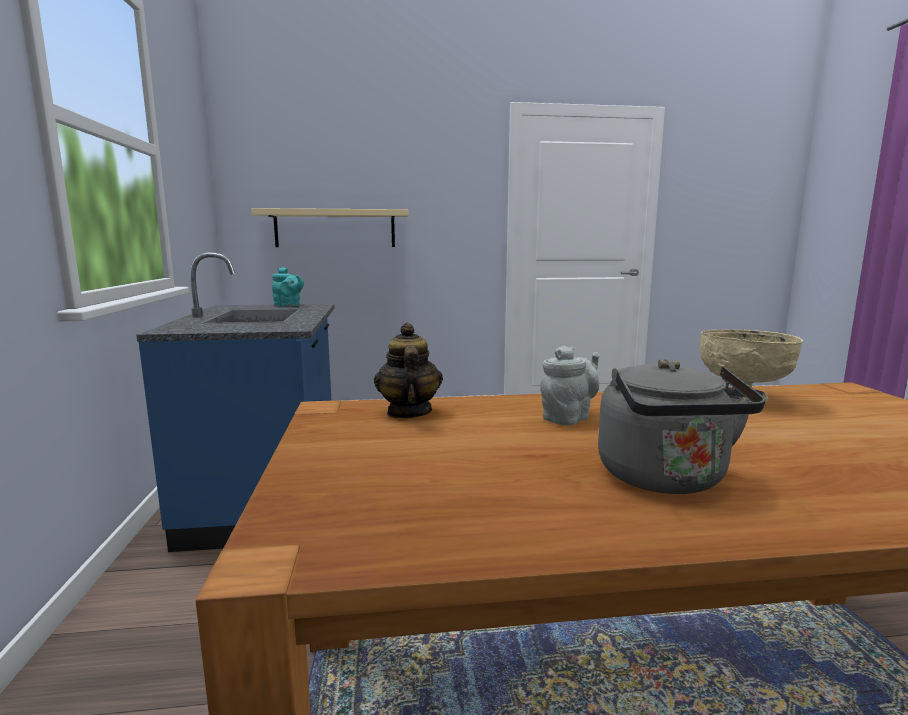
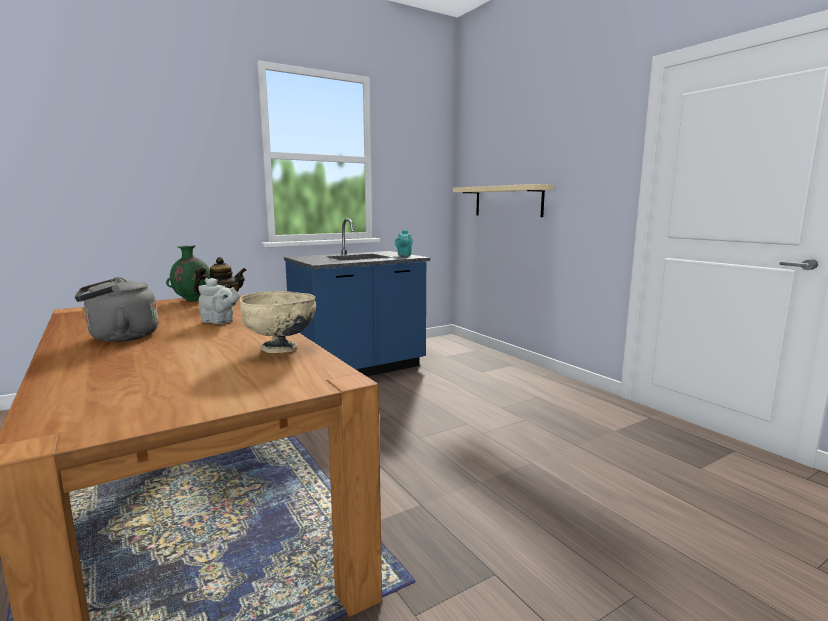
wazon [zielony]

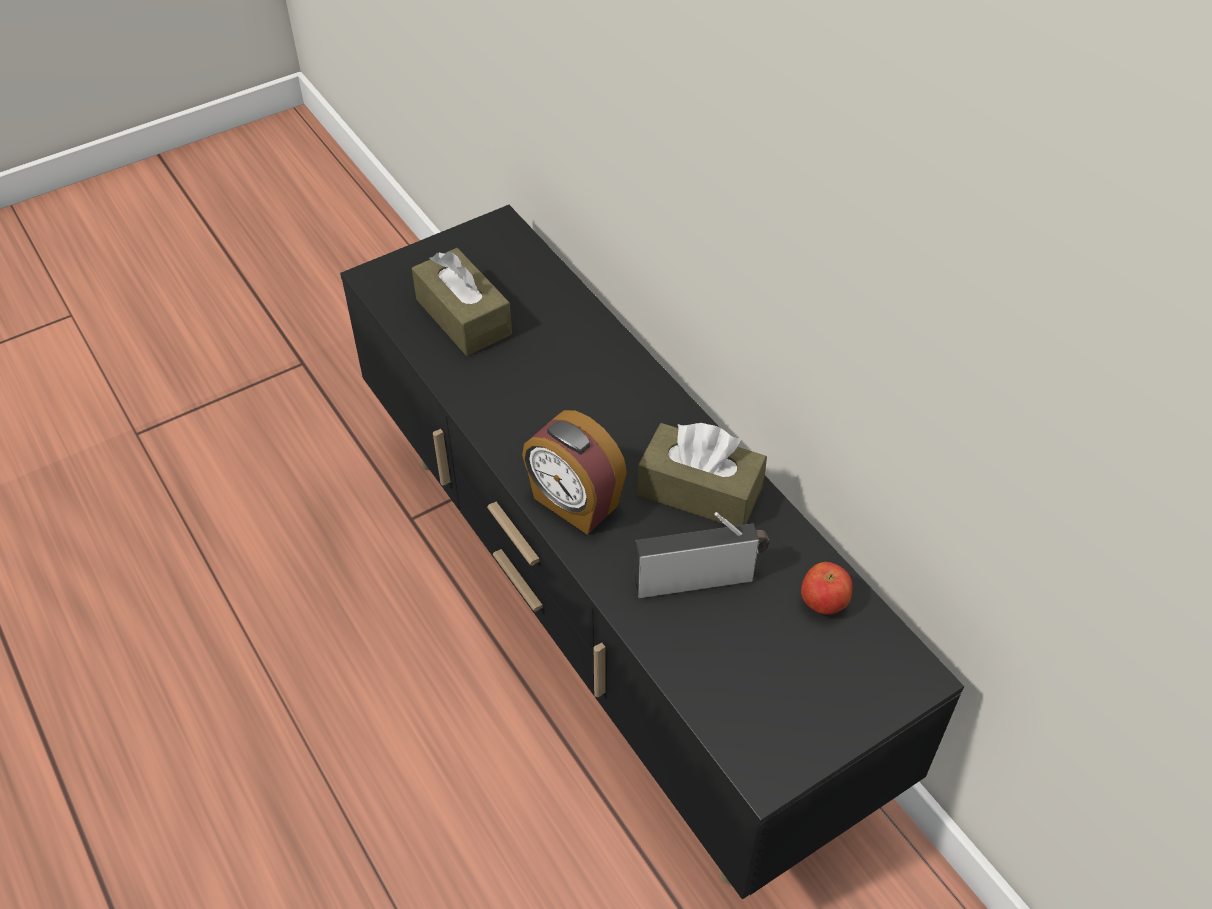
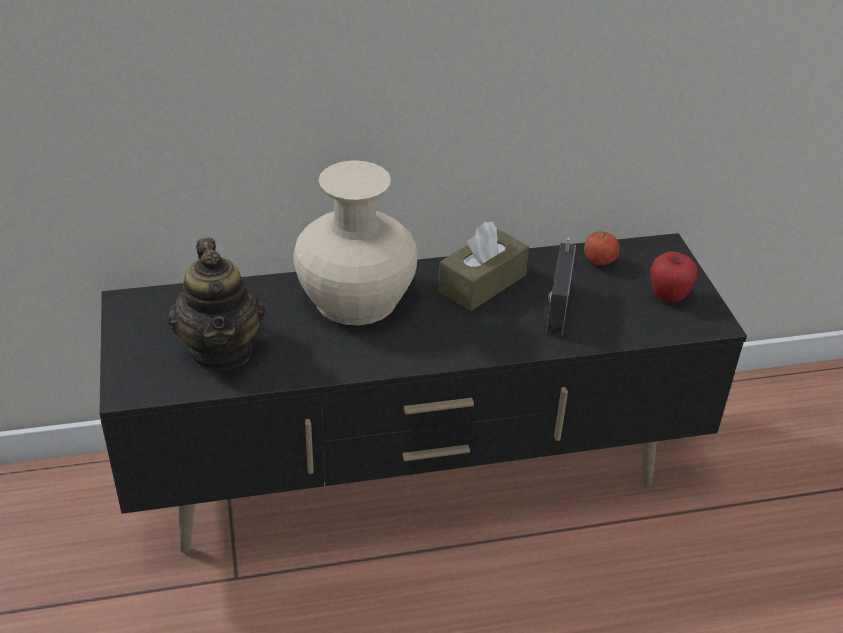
imbryk; budzik; wazon [beżowy]; jabłko (2nd from left)

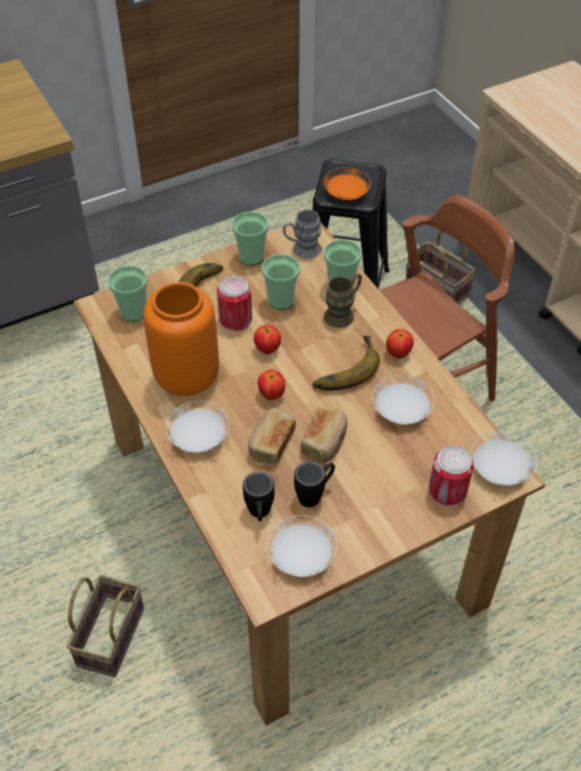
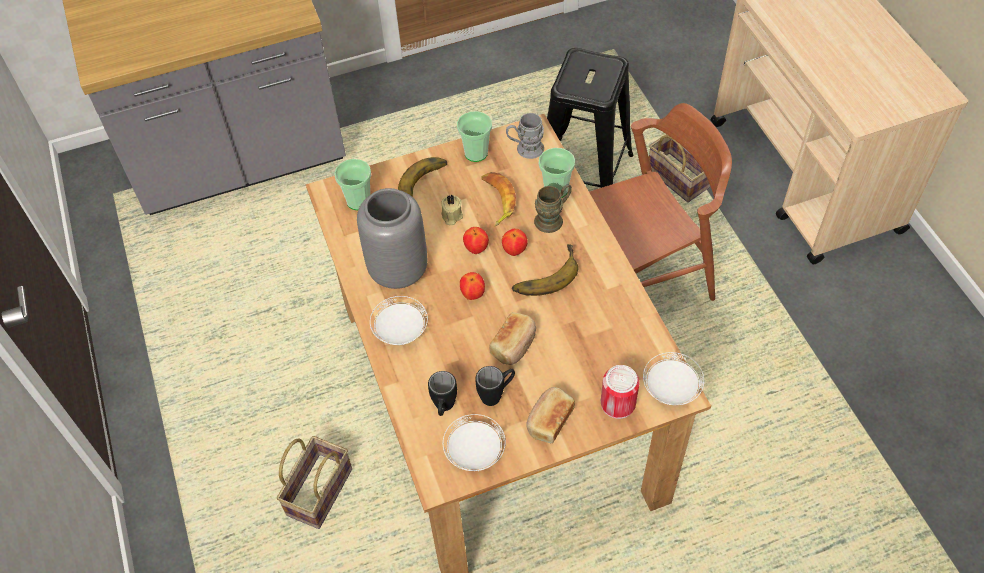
wazon [szary]; świeca [beżowy]; chleb (2nd from left); banan (2nd from left); talerz [pomarańczowy]; talerz [biały] (3rd from left in the first image); jabłko (3rd from left)

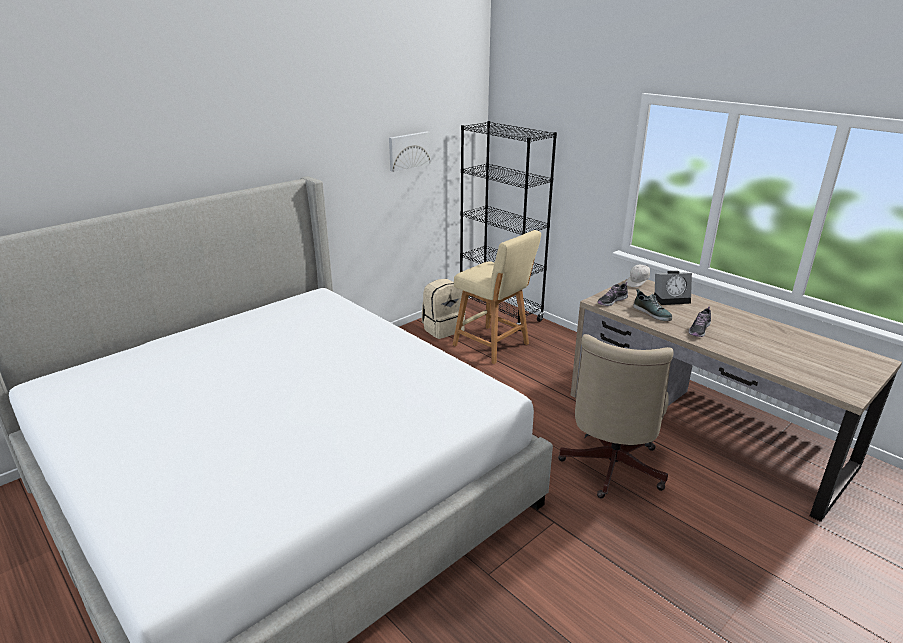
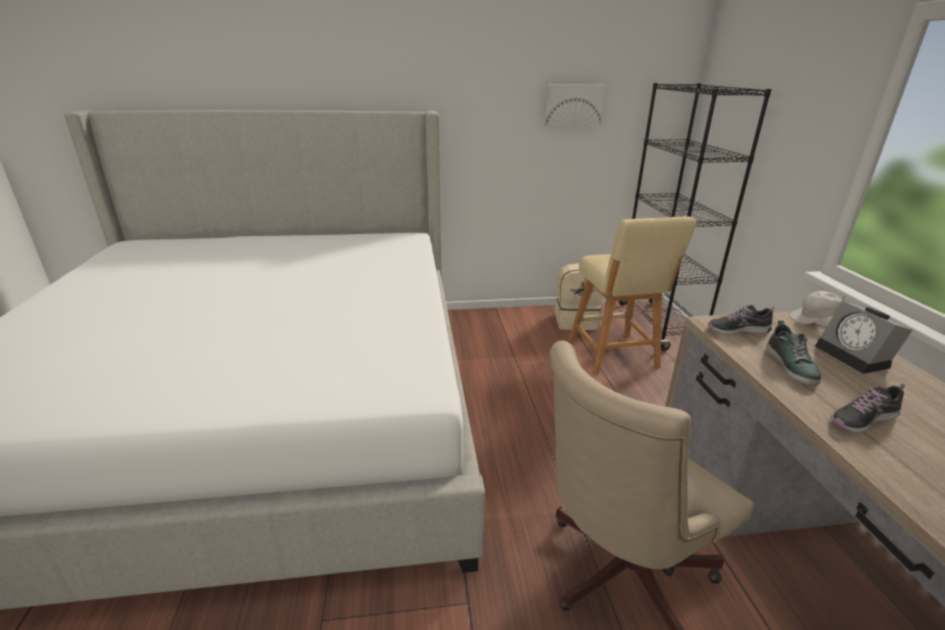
budzik

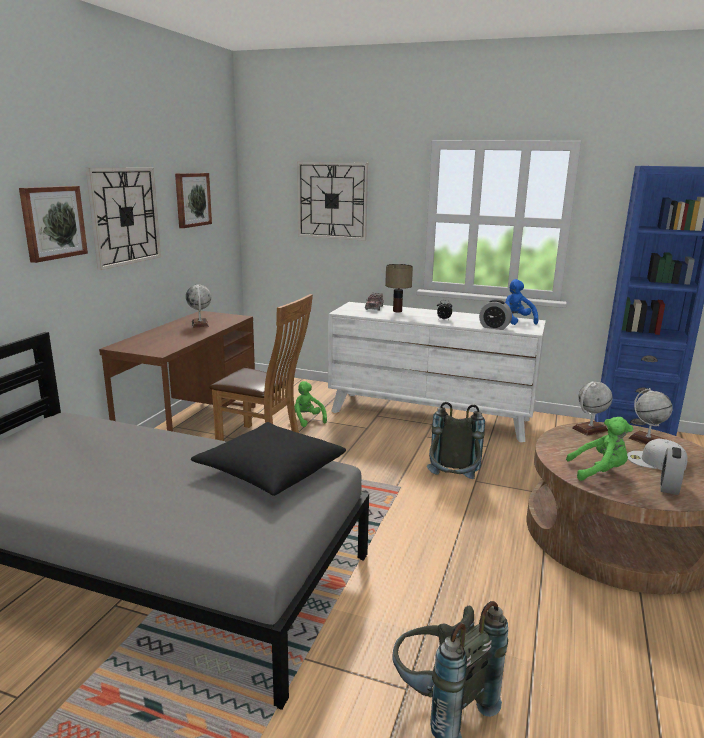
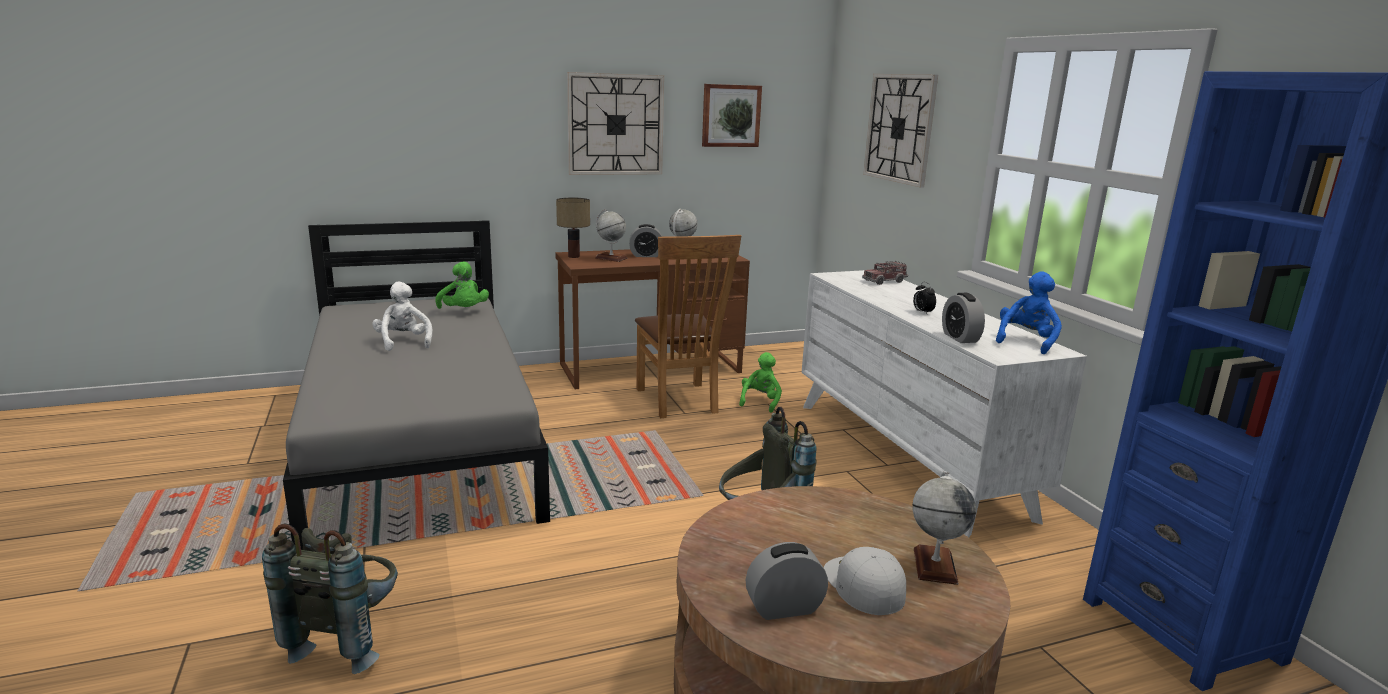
obraz (1st from left in the first image); poduszka [czarny]; lampa stołowa; pluszak [zielony] (1st from left); globus (1st from left); pluszak [biały]; budzik (1st from left)

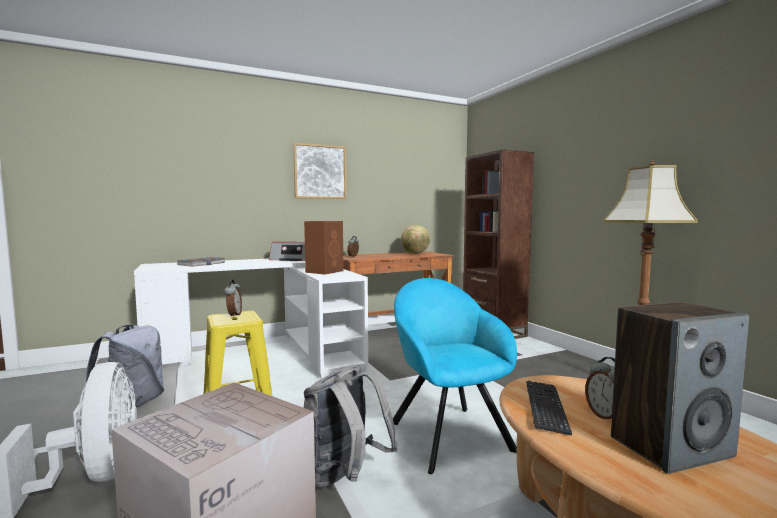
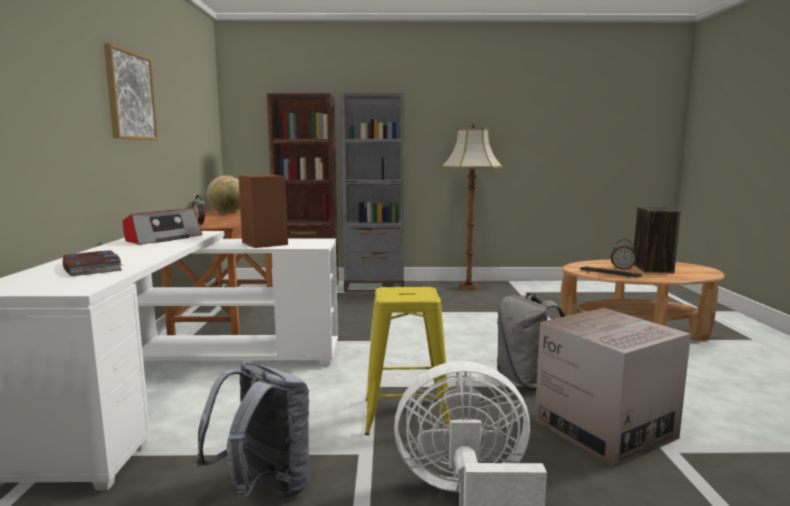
budzik (1st from left in the first image); fotel [turkusowy]; regał [szary]

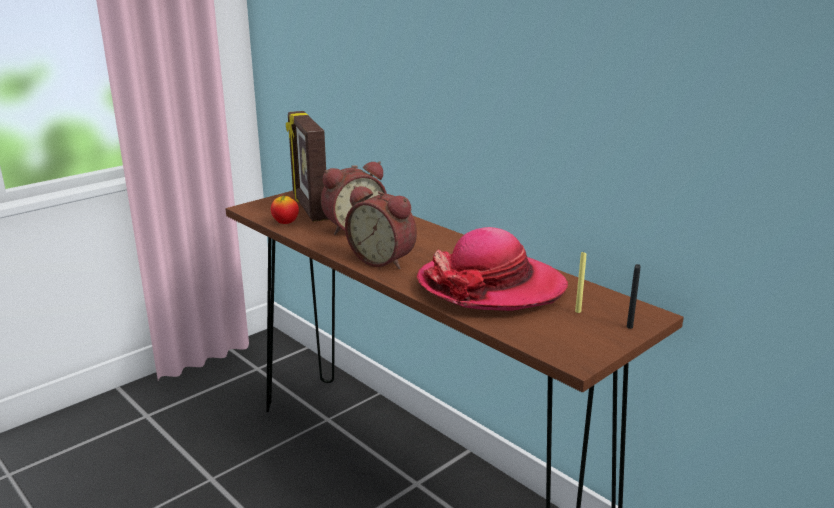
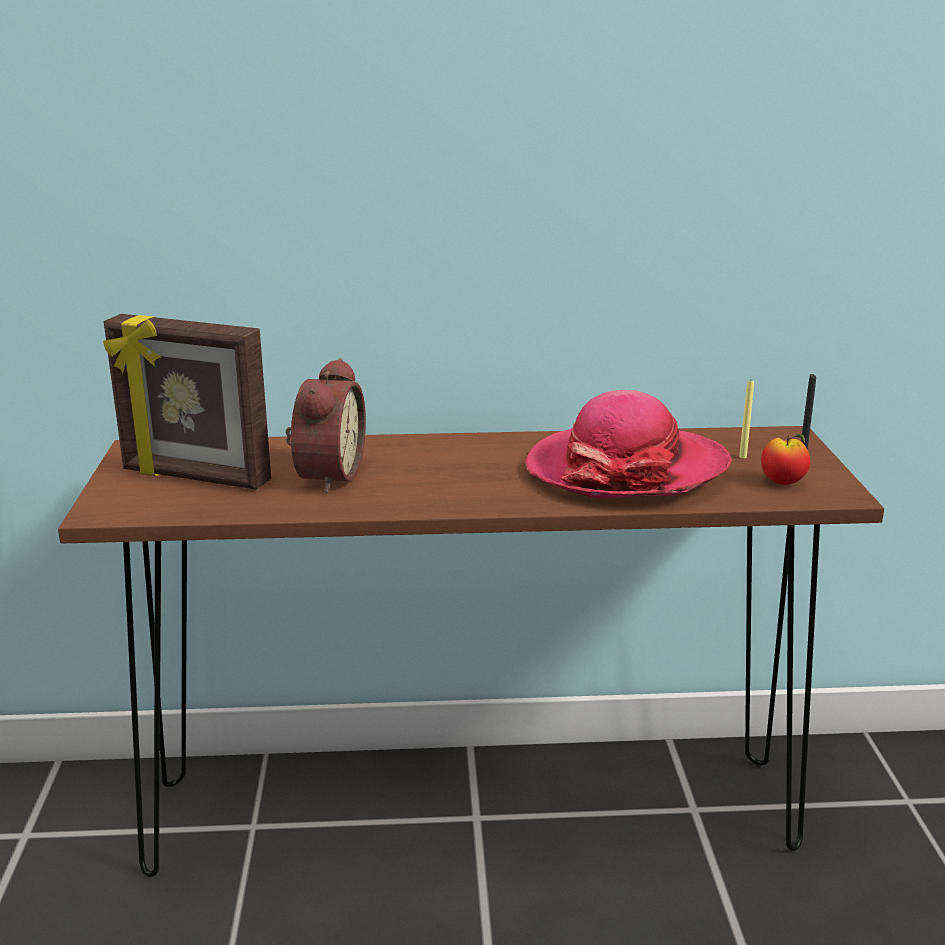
jabłko; budzik (2nd from left in the first image)

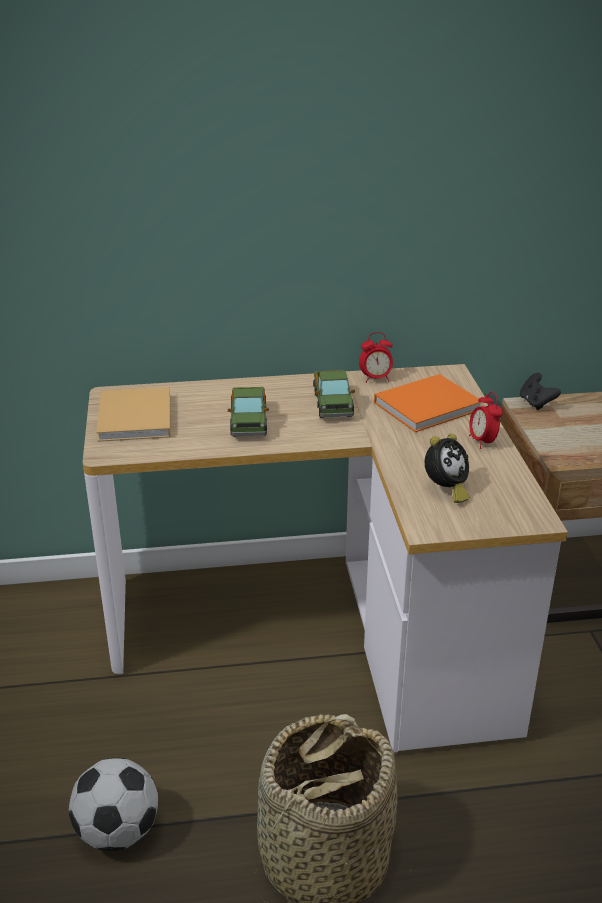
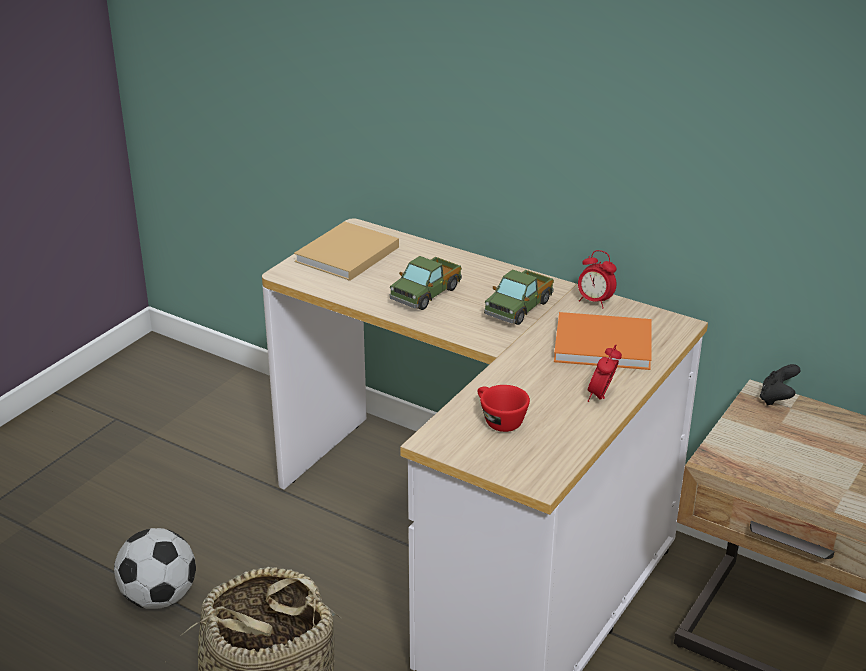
filiżanka [czerwony]

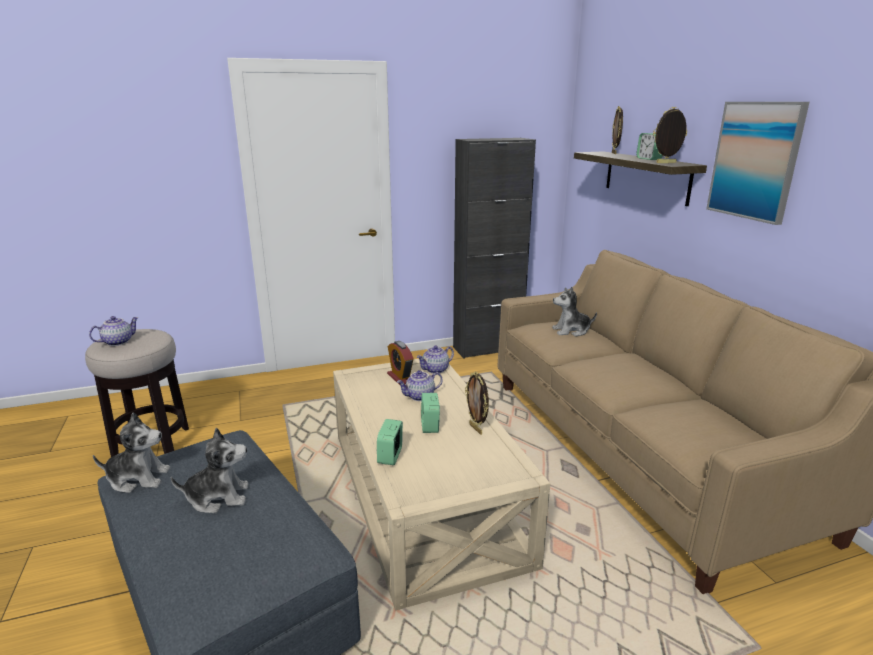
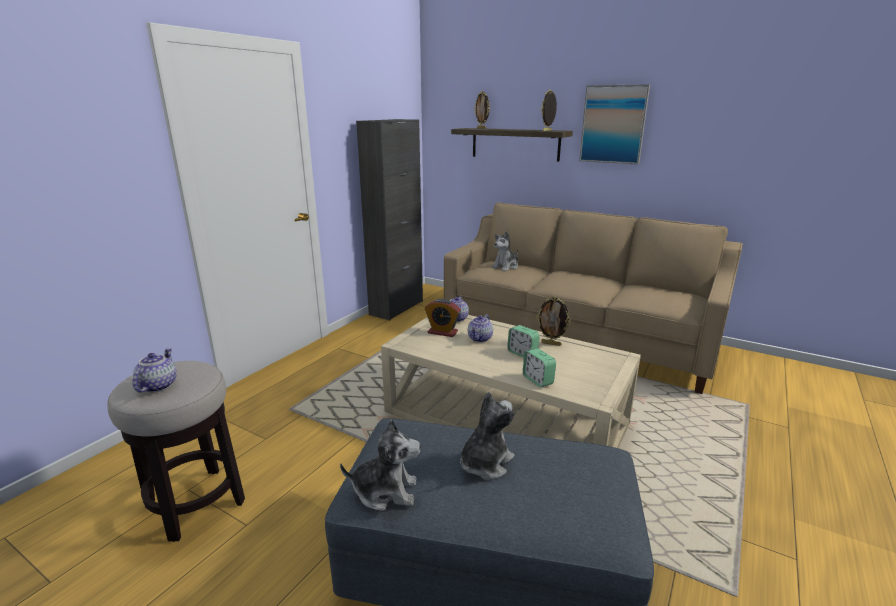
pluszak (1st from left); budzik (4th from left in the first image)

